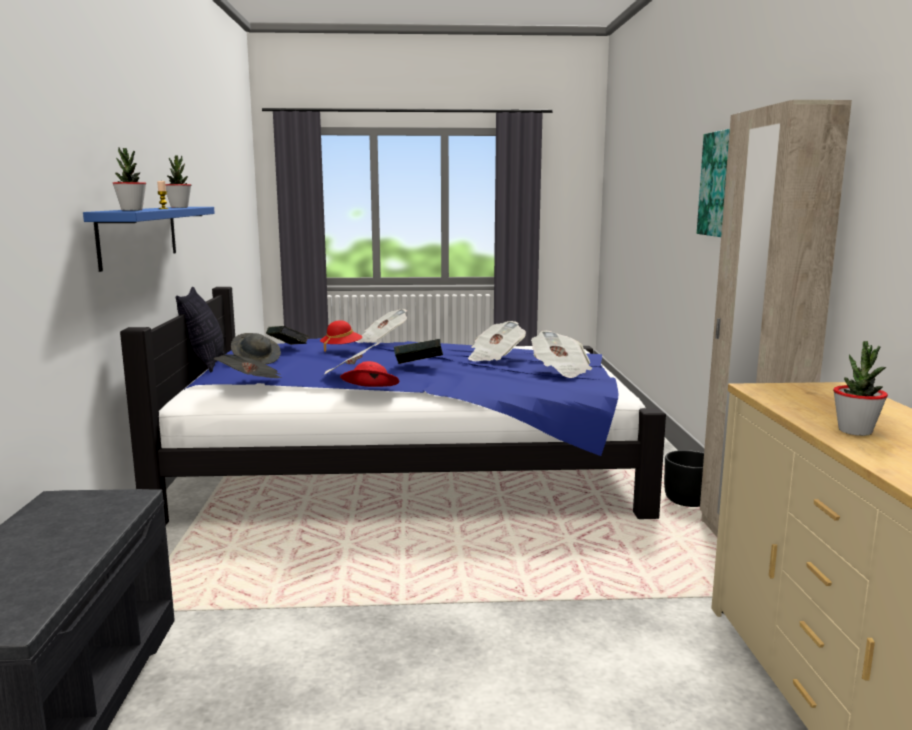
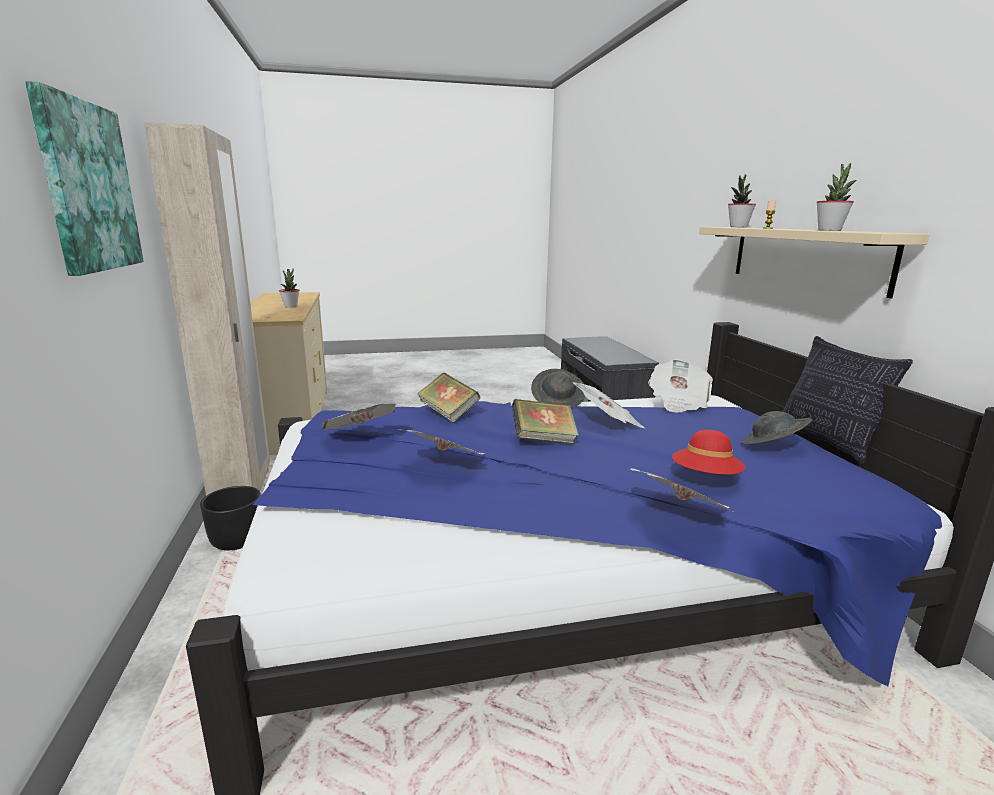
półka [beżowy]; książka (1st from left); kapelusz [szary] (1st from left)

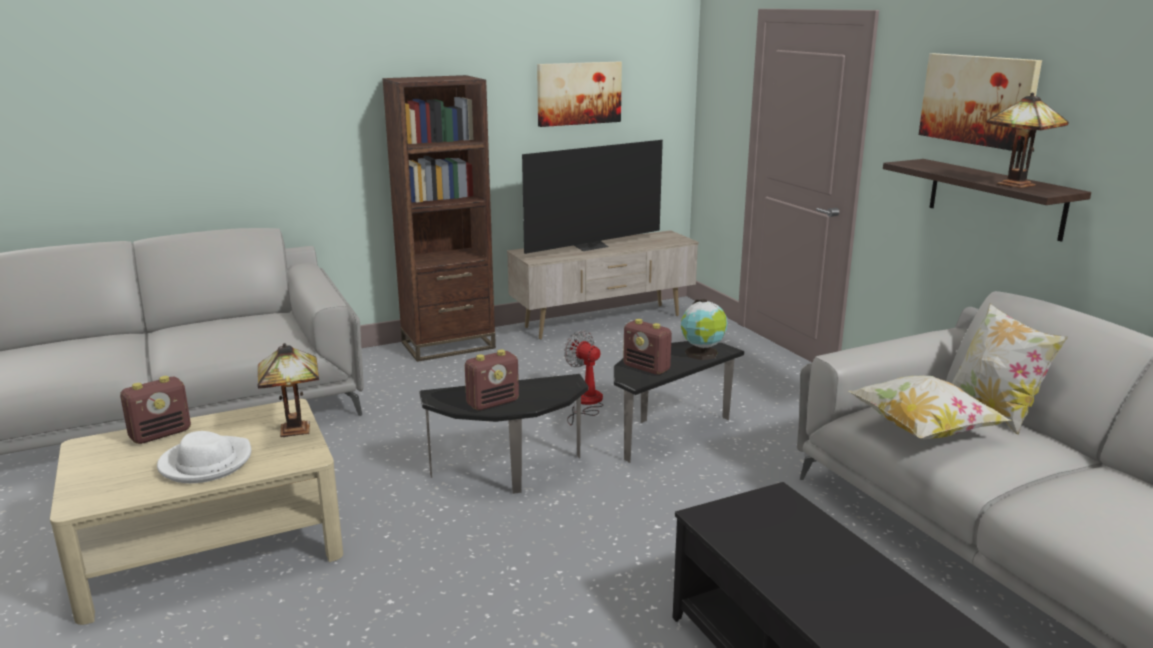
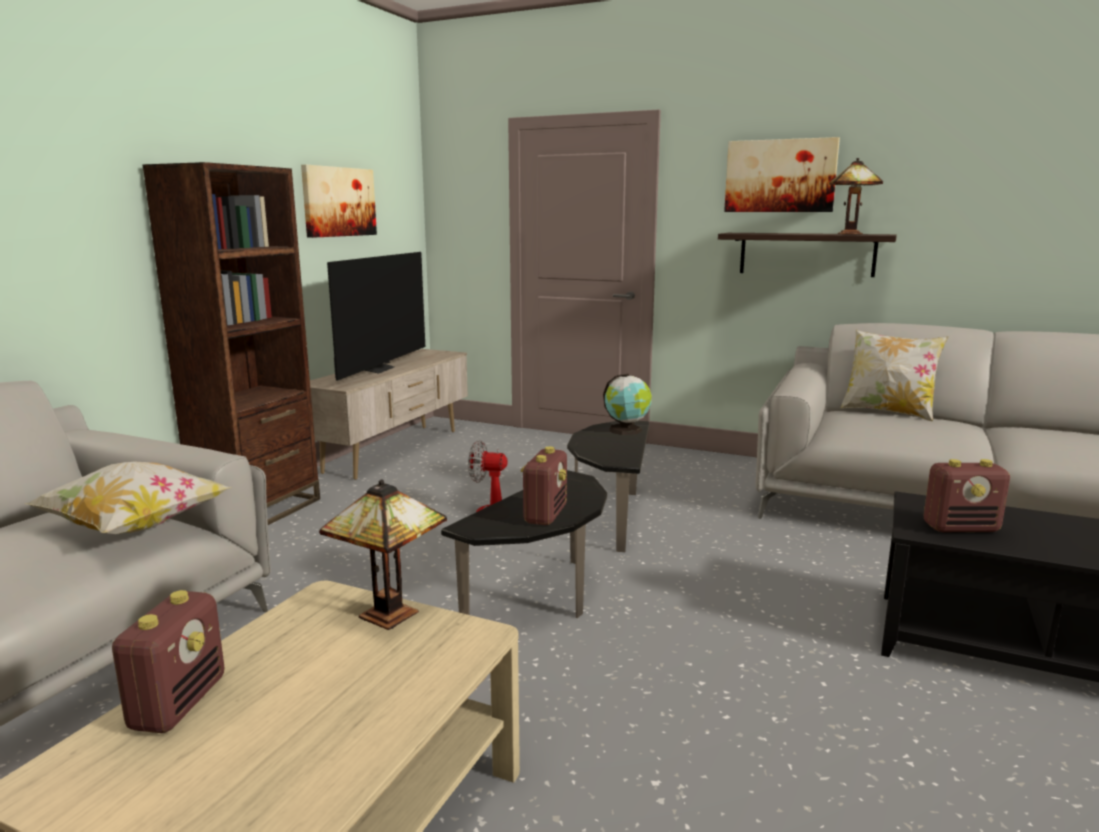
kapelusz [biały]; radio (3rd from left); poduszka (1st from left)

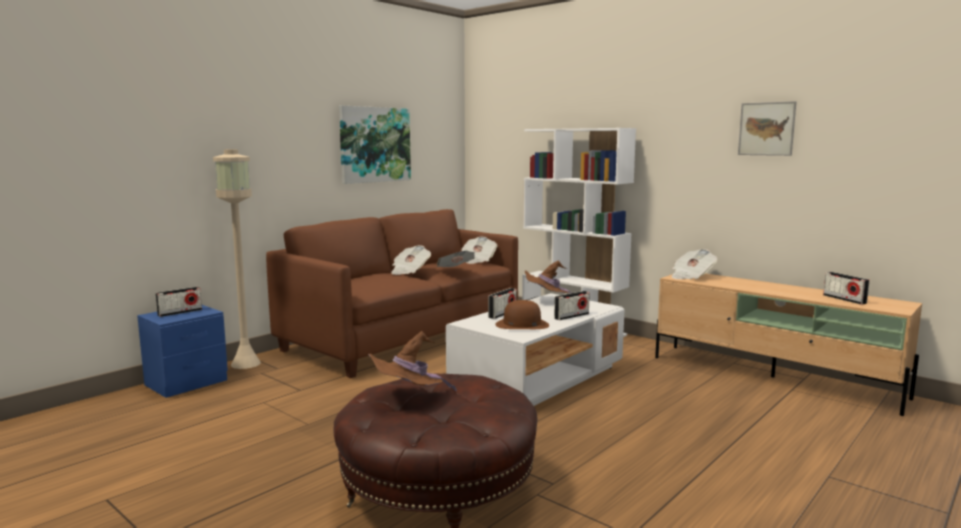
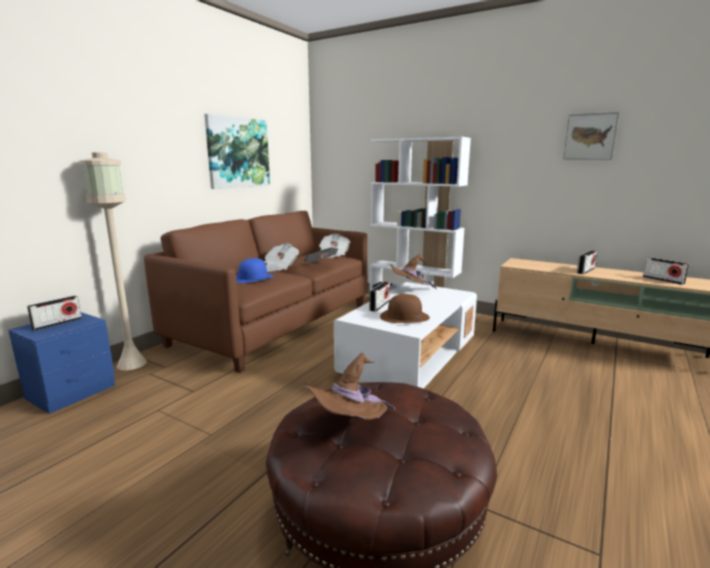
radio (3rd from left); gazeta (4th from left in the first image); kapelusz [niebieski]

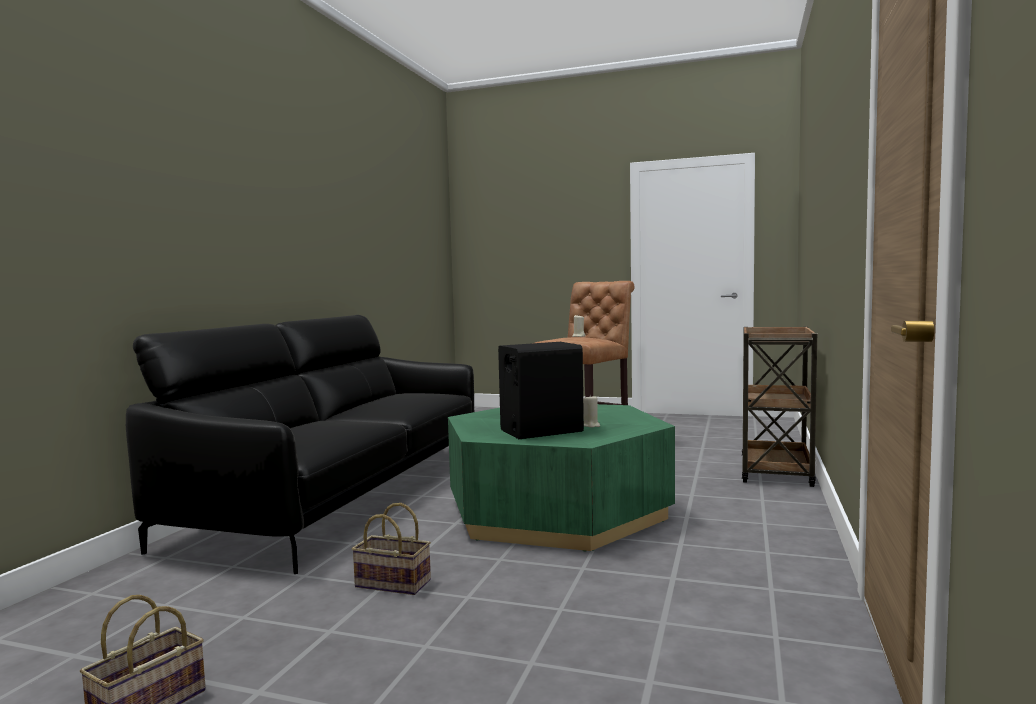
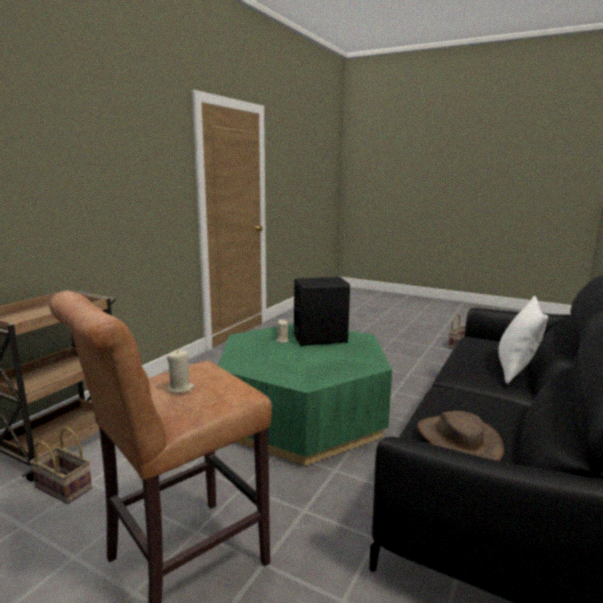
koszyk (1st from left); kapelusz [brązowy]; poduszka [biały]

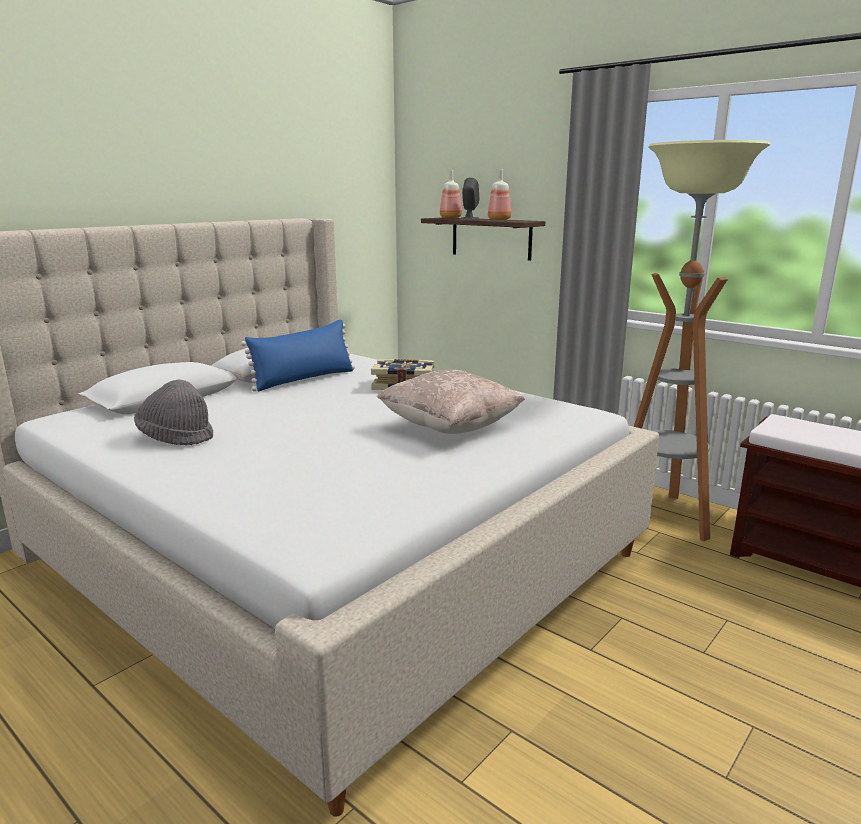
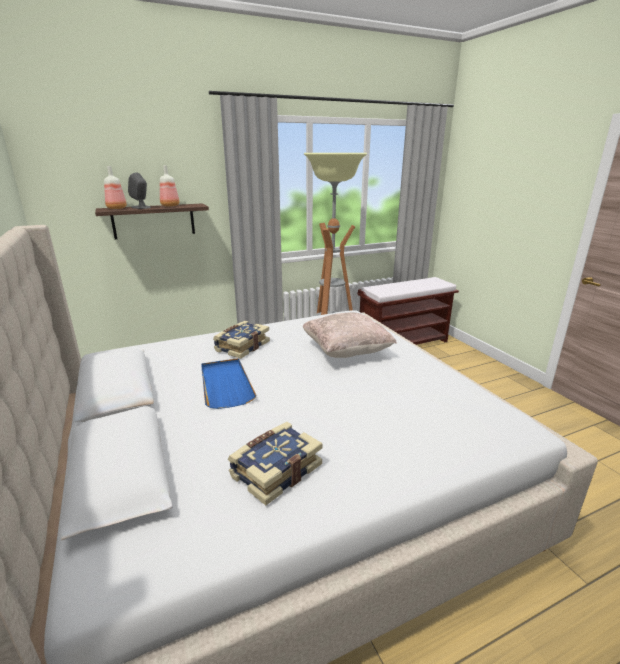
książka (2nd from left); poduszka [niebieski]; taca [niebieski]

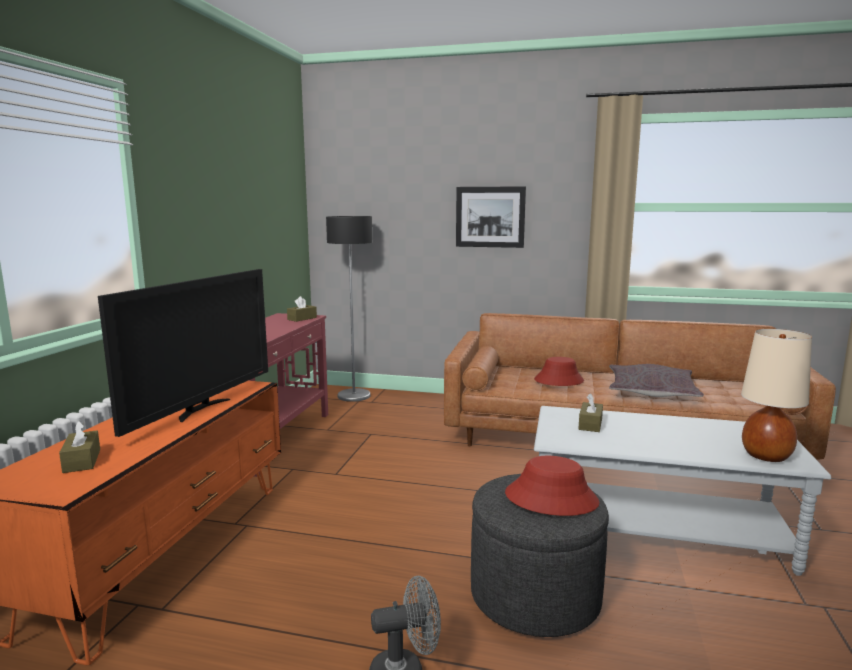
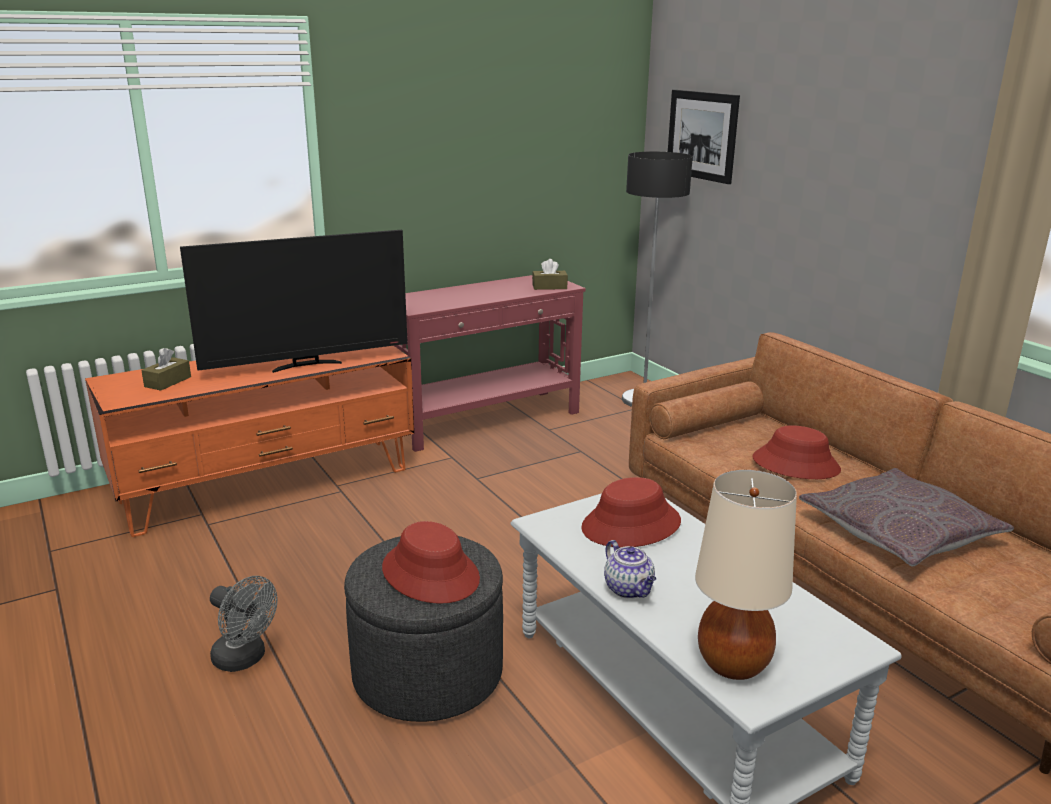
obraz; kapelusz [czerwony] (2nd from left); imbryk

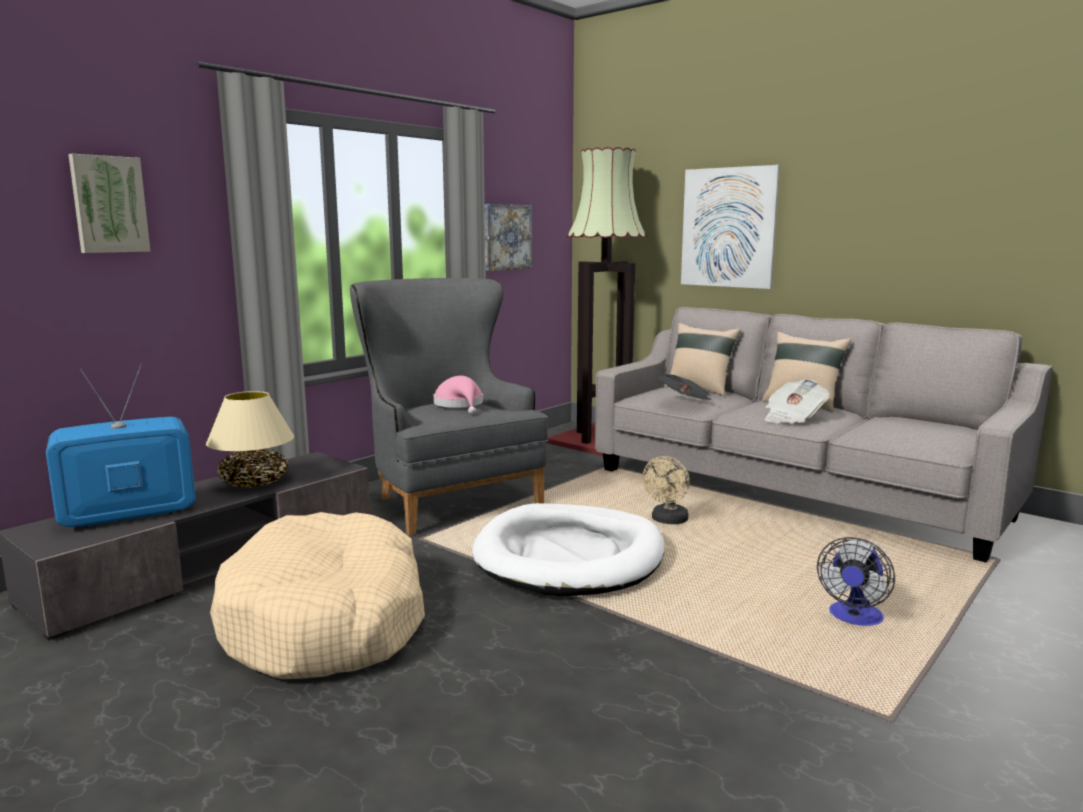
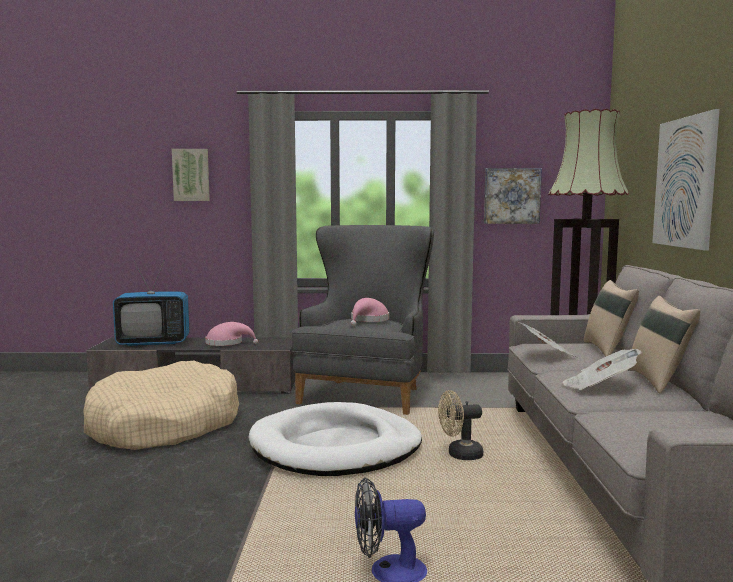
telewizor; kapelusz [różowy] (1st from left)

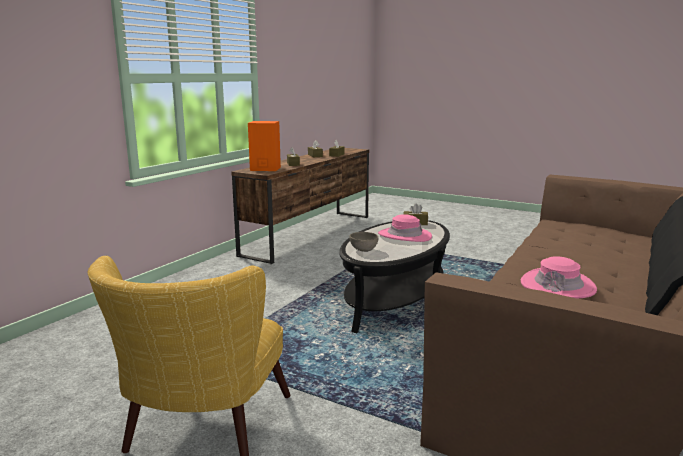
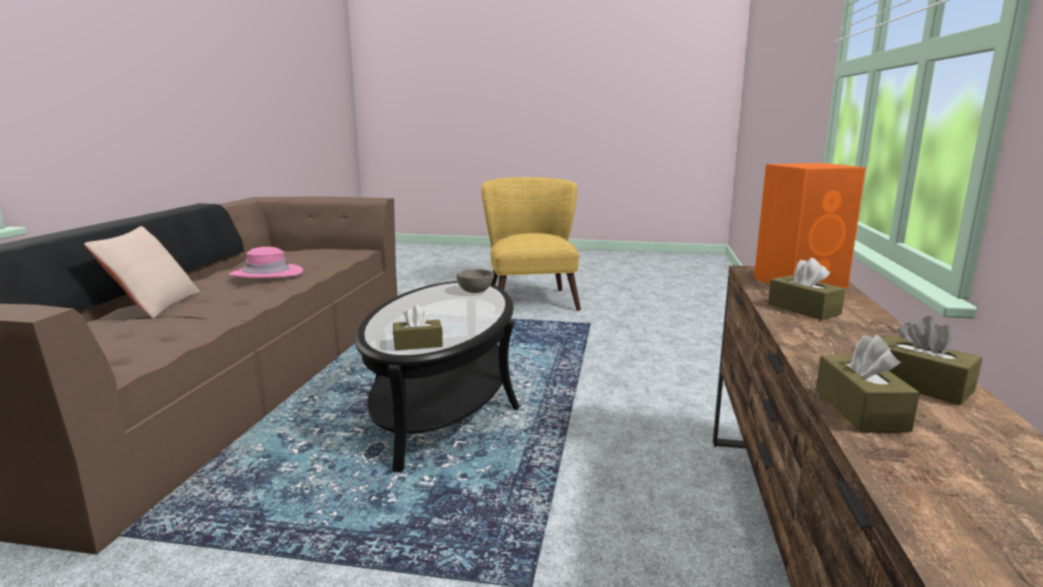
kapelusz [różowy] (1st from left in the first image); poduszka [beżowy]

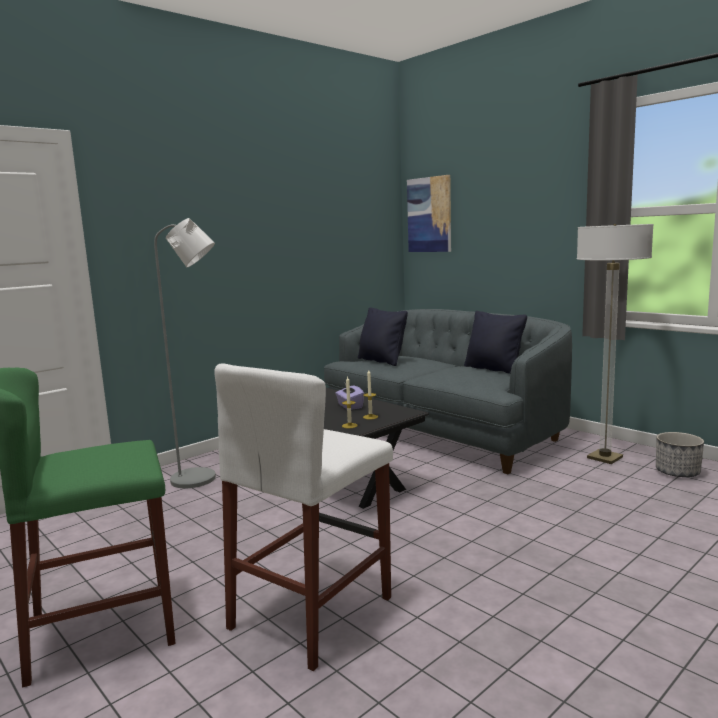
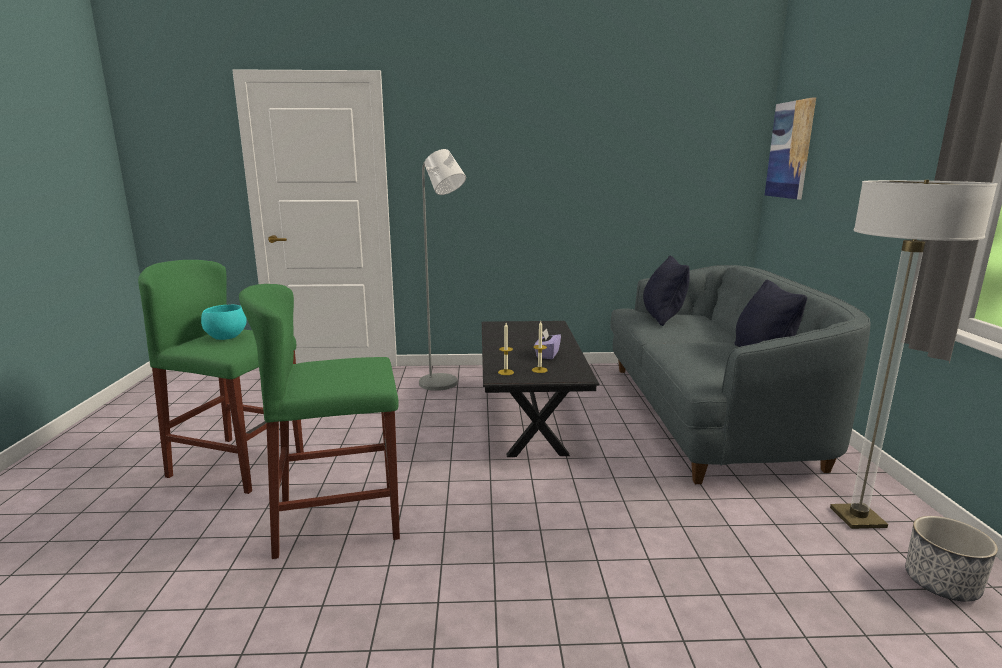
stołek [zielony] (2nd from left); miska [turkusowy]

